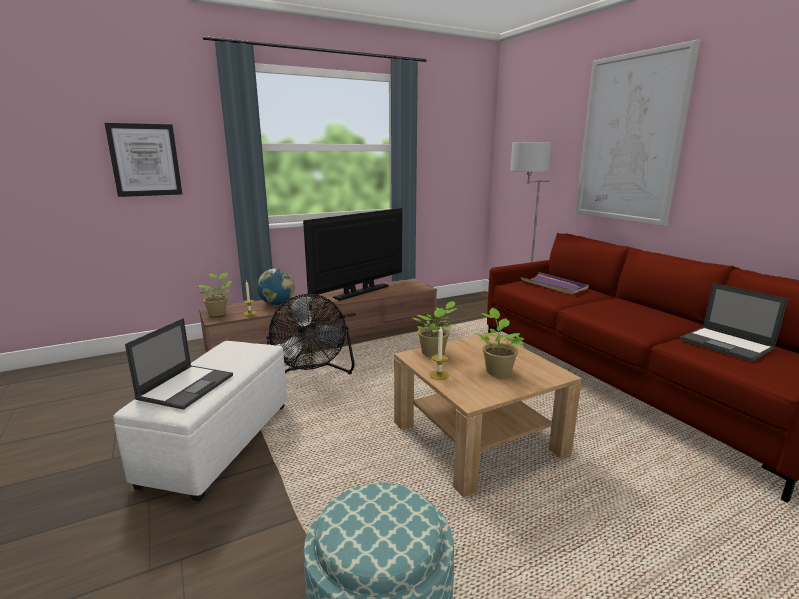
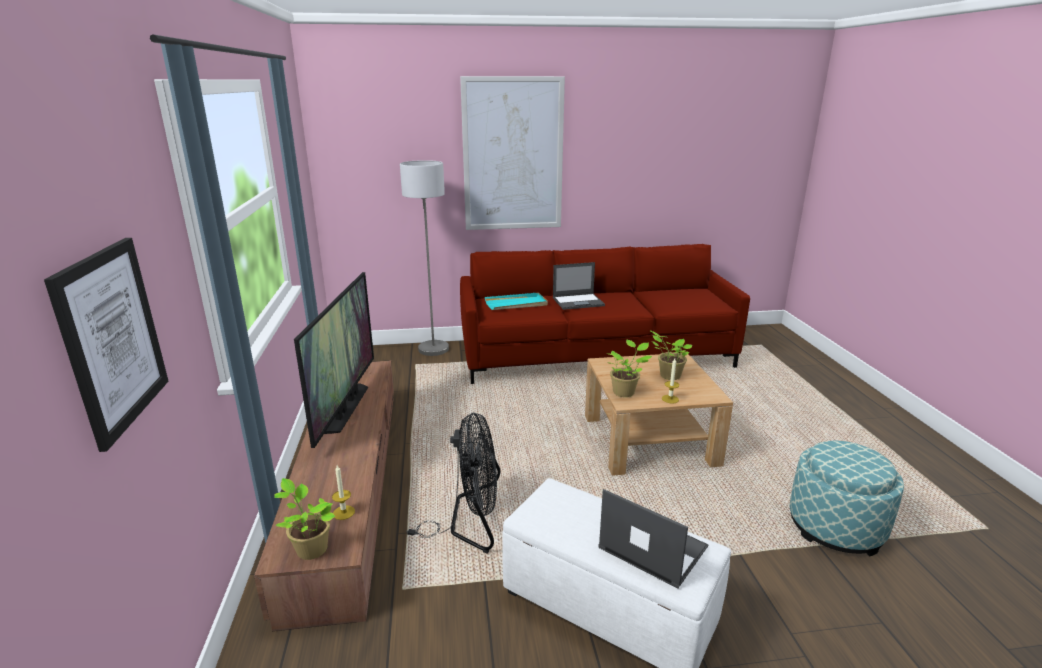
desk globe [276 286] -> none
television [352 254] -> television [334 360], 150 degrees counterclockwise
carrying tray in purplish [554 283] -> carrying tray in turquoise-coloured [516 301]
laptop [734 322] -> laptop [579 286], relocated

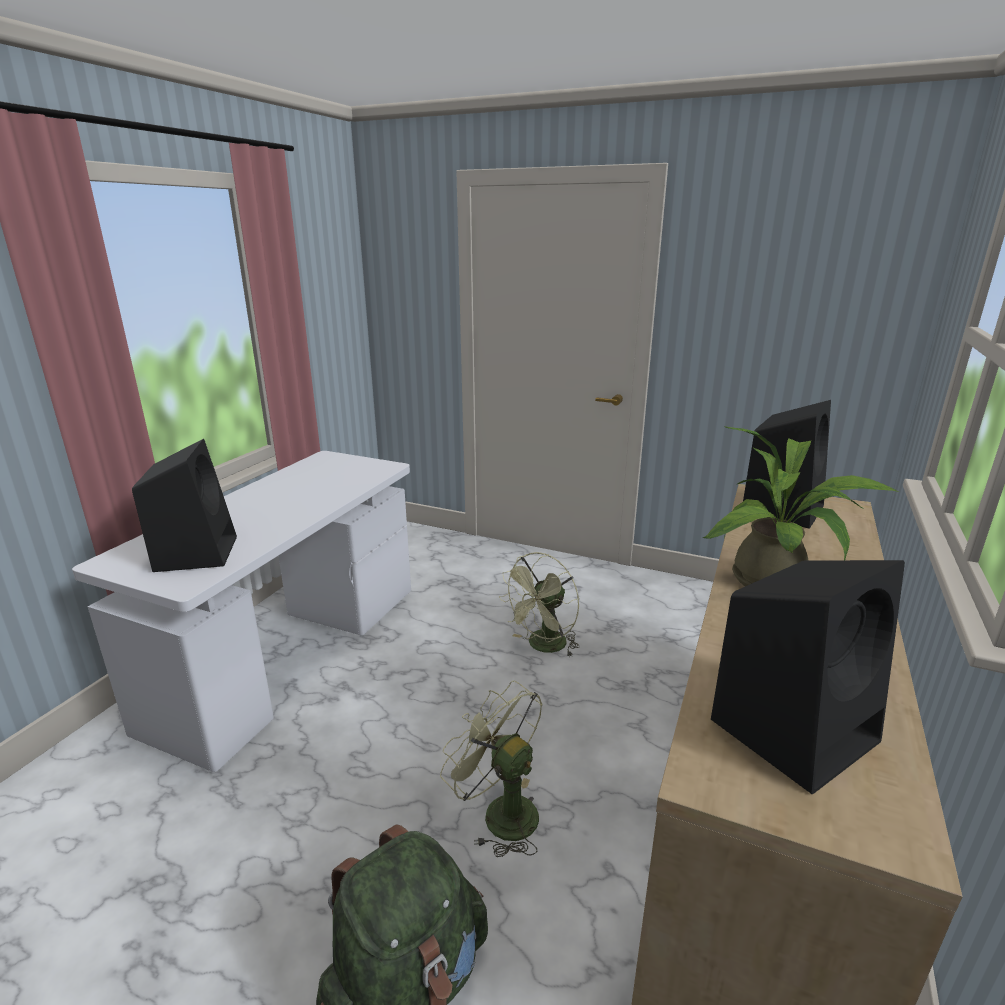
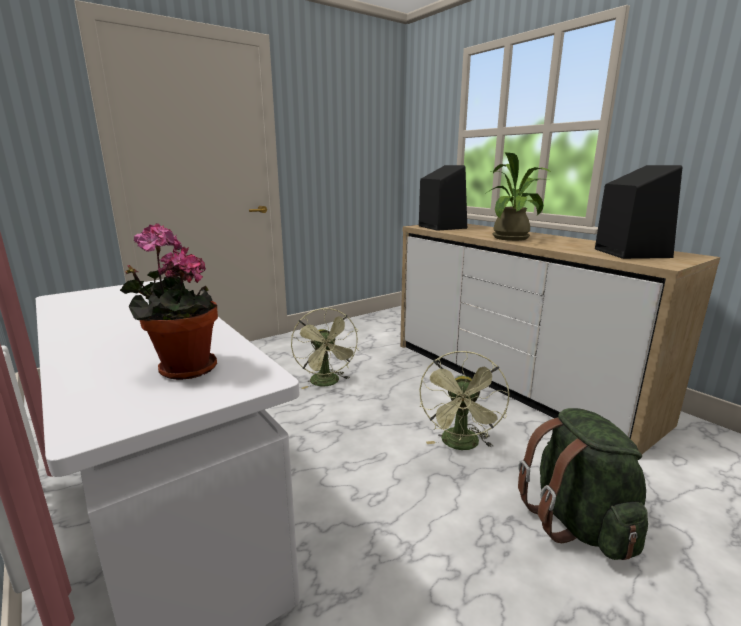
loudspeaker in blackish [184 505] -> potted plant [169 301]
electric fan in green [491 768] -> electric fan in green [464 400], 60 degrees counterclockwise

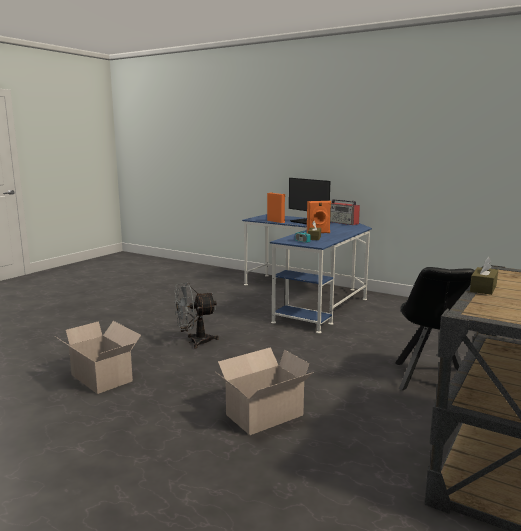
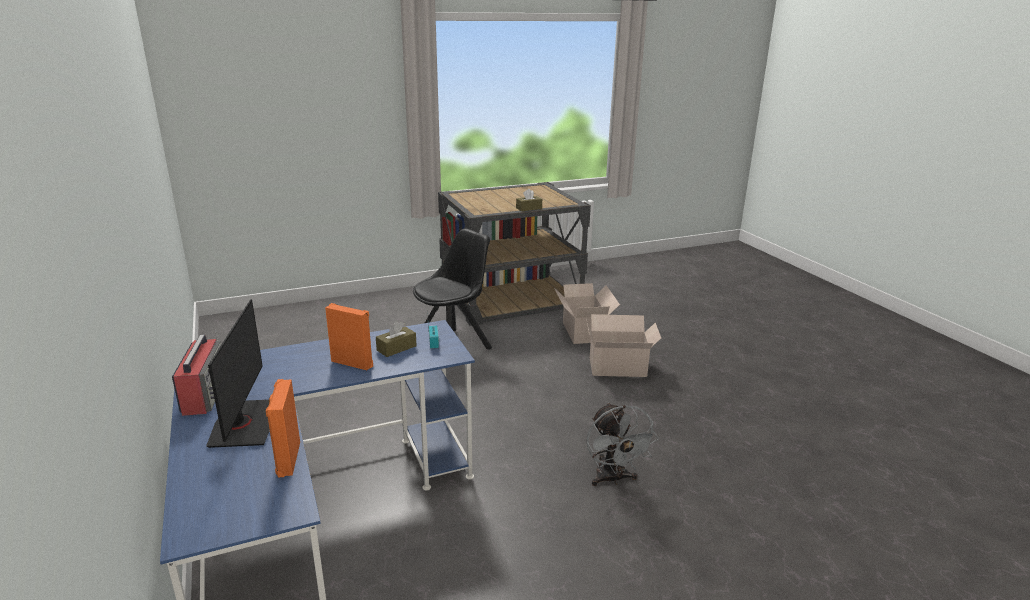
carton [98 357] -> carton [587 313], relocated
electric fan in gray [196 315] -> electric fan in gray [623 444], 60 degrees clockwise

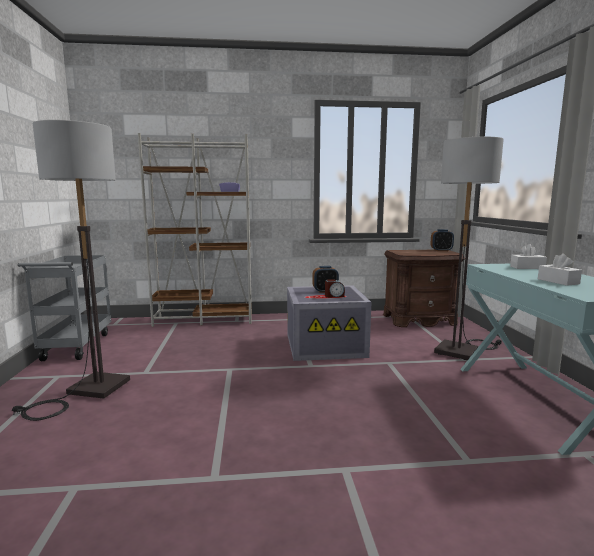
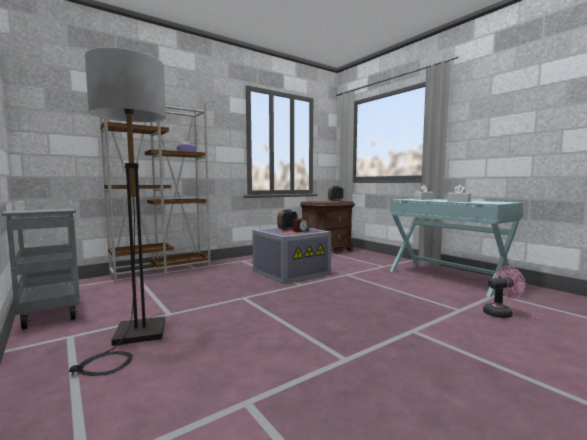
floor lamp [469 248] -> none
none -> electric fan in pink-coloured [504 292]

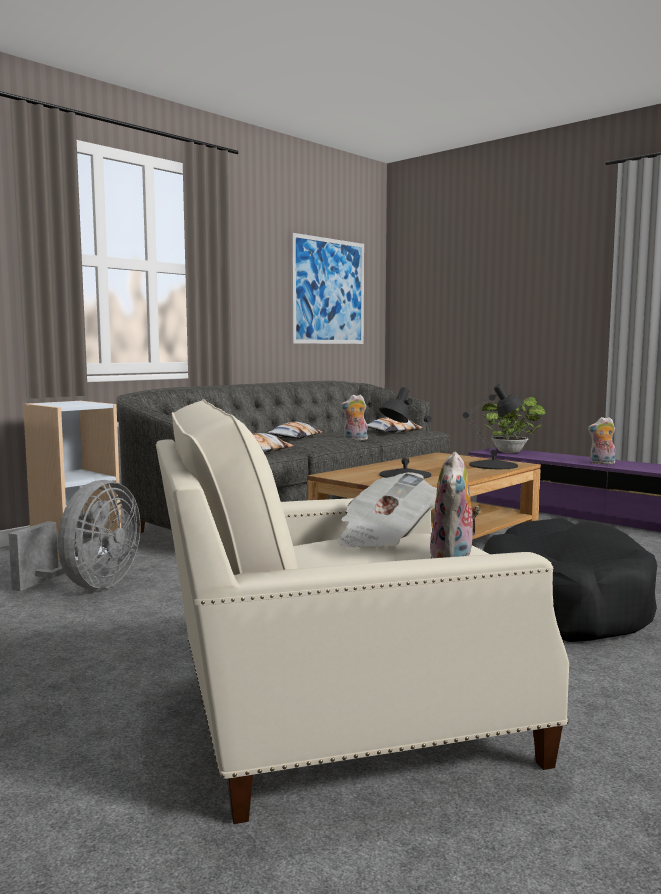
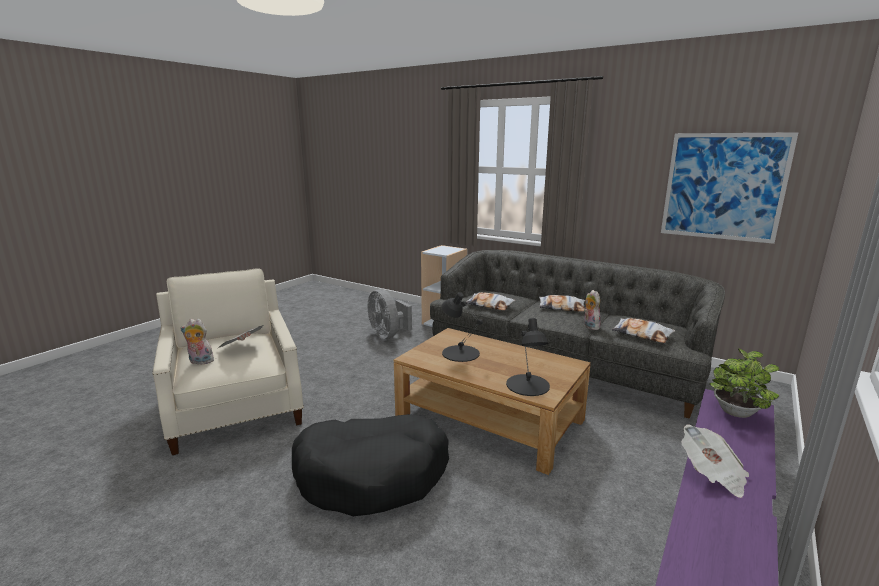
electric fan in gray [75 535] -> electric fan in gray [390 314], 45 degrees clockwise
soft toy [602 440] -> daily paper [715 461]

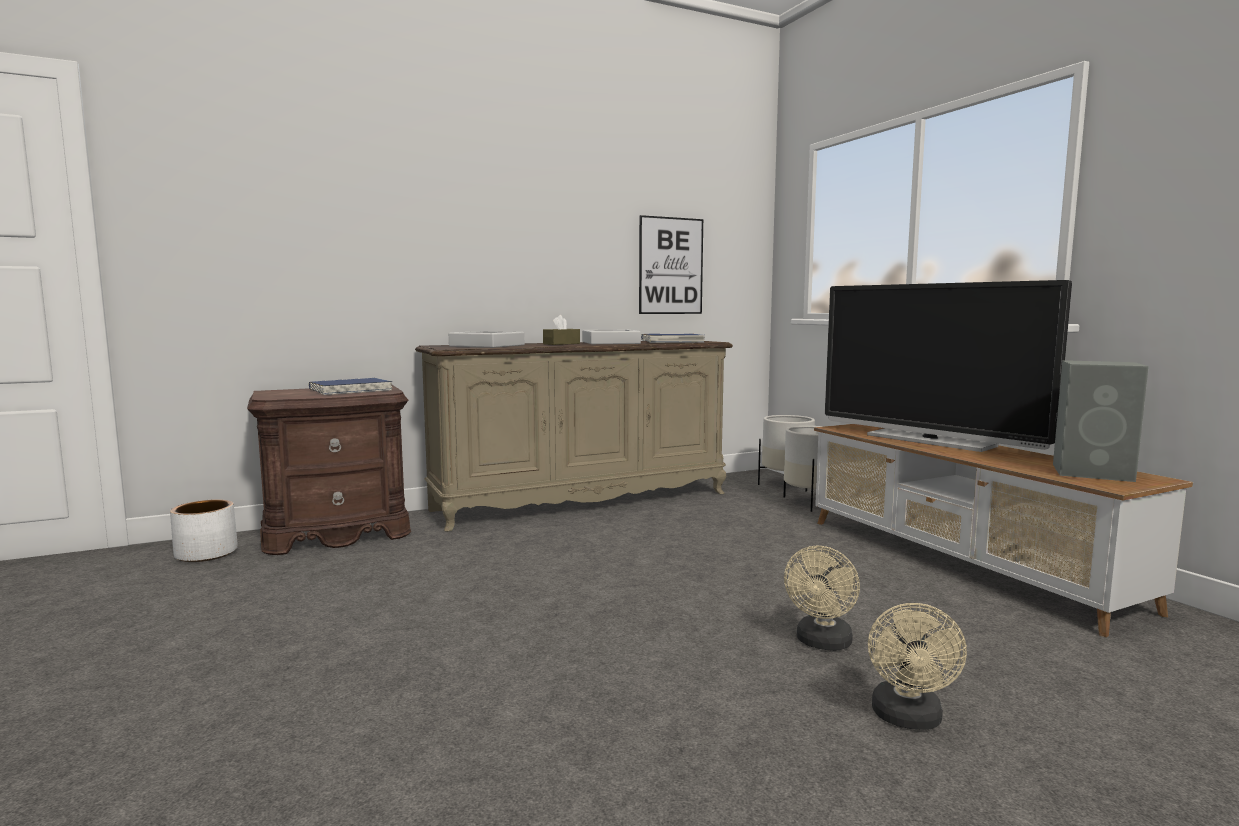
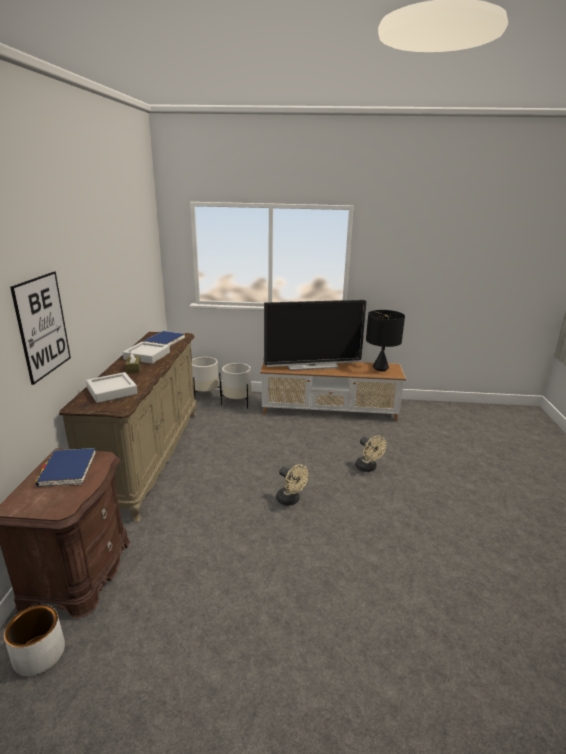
wall art [671 264] -> wall art [40 328], relocated
electric fan in sand-coloured [917 666] -> electric fan in sand-coloured [292 485], relocated
loudspeaker in gray [1101 421] -> tabletop lamp in blackish [385 340]

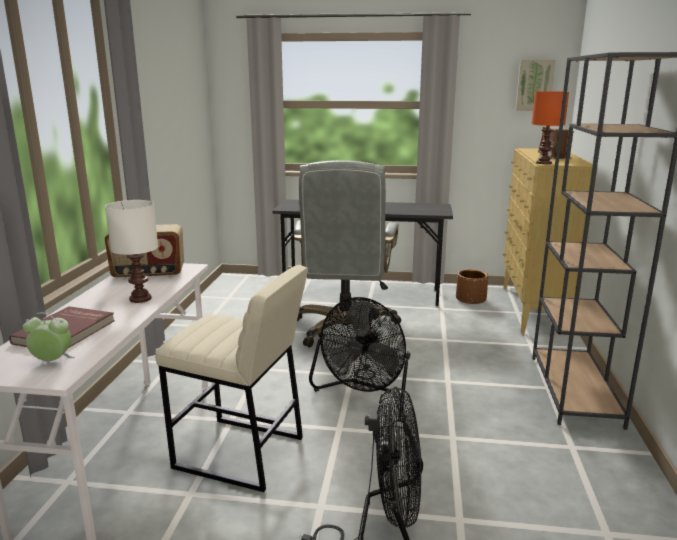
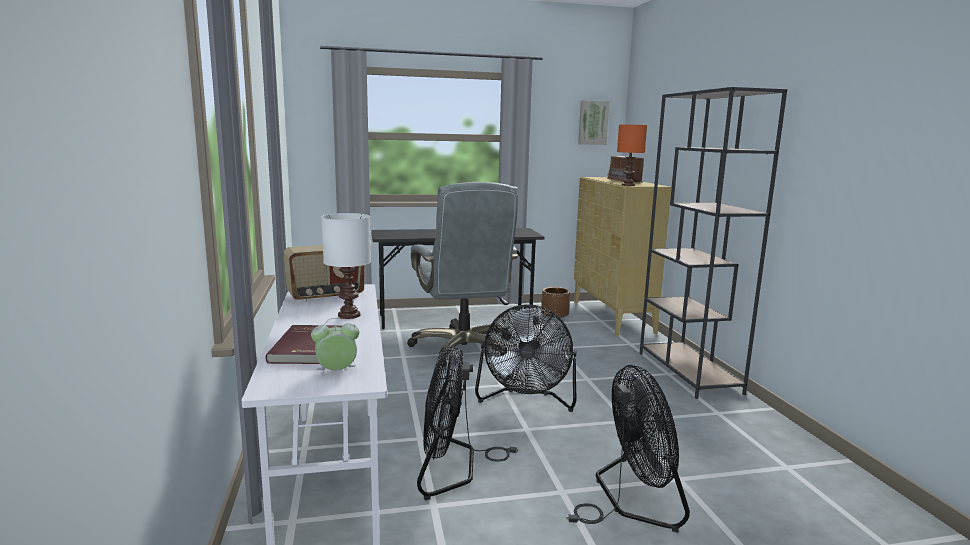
upright chair in sand-coloured [231 378] -> electric fan in blackish [467 423]

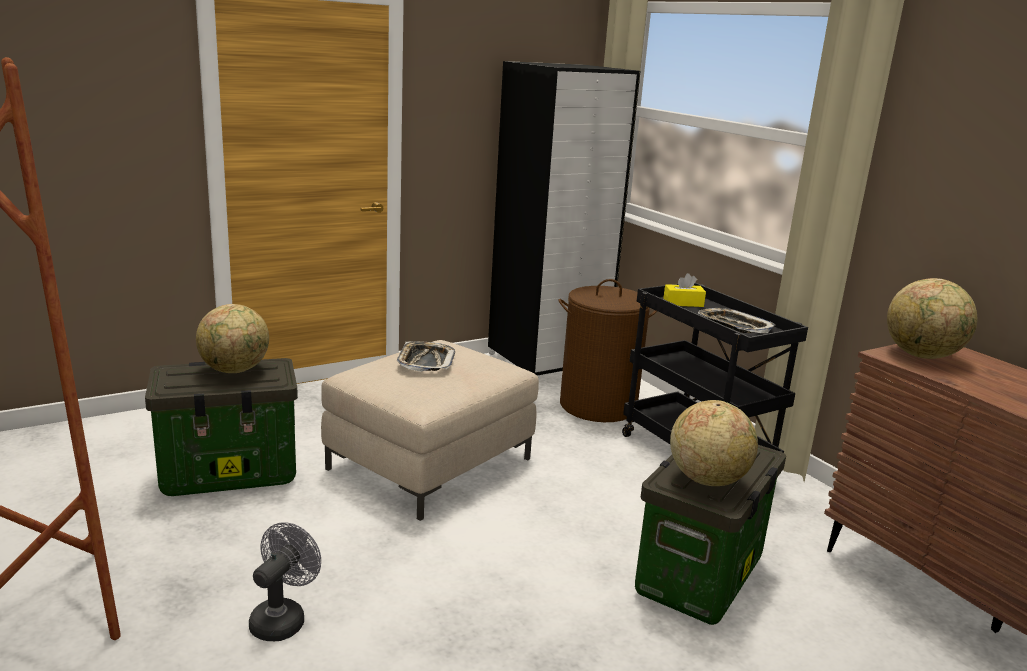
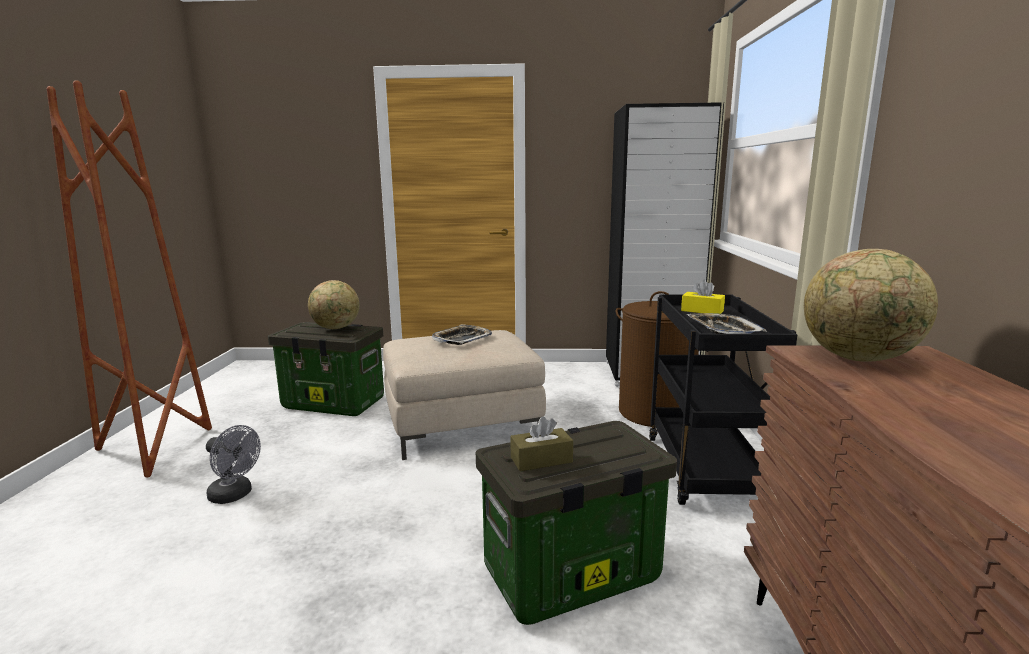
electric fan in gray [285 581] -> electric fan in gray [233 464], 60 degrees clockwise
desk globe [714 443] -> tissue box in brown [541 443]

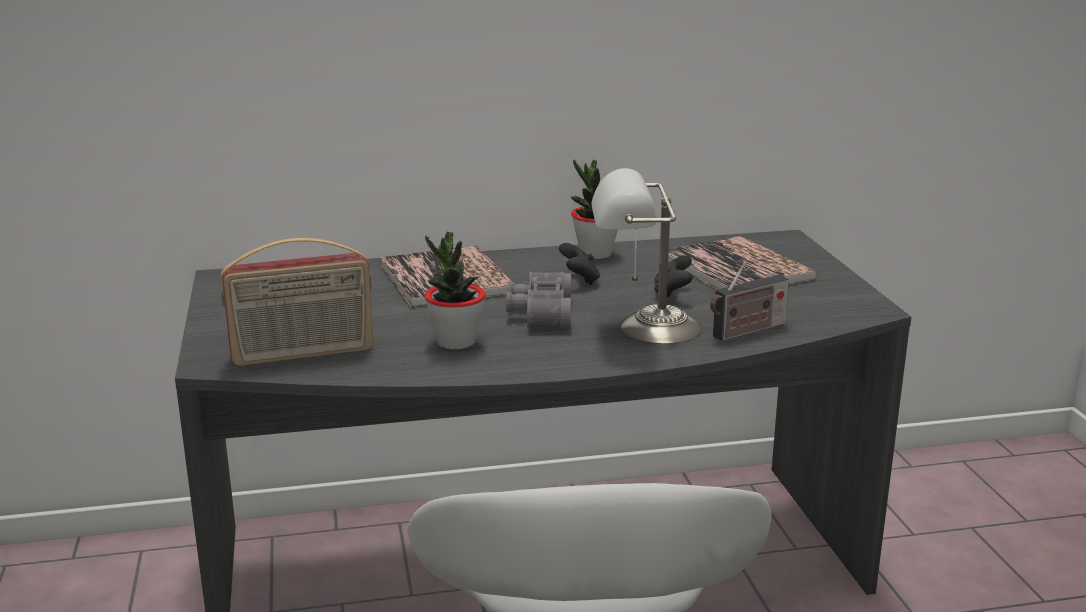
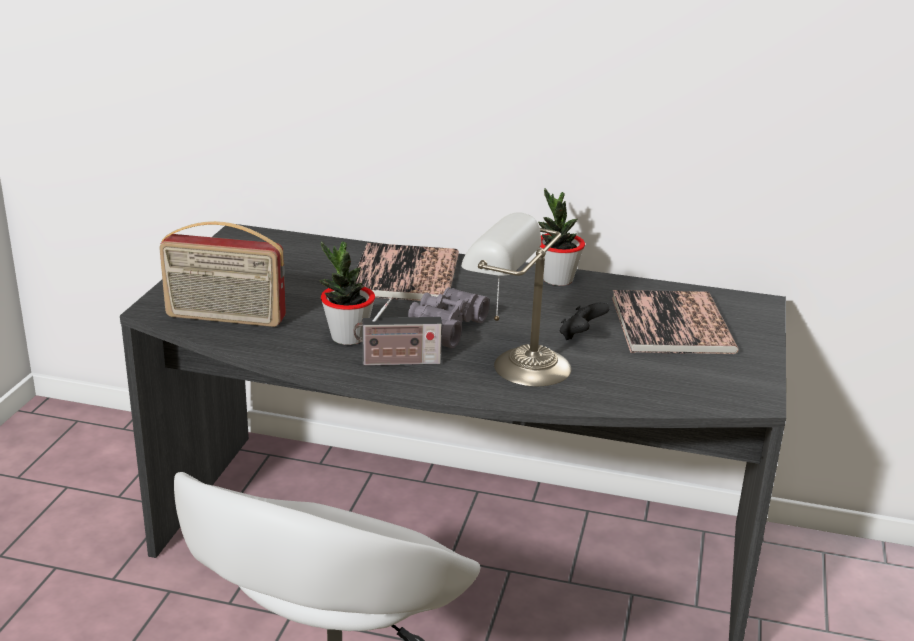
game controller in blackish [579 264] -> none
radio receiver [749 301] -> radio receiver [398 331], relocated

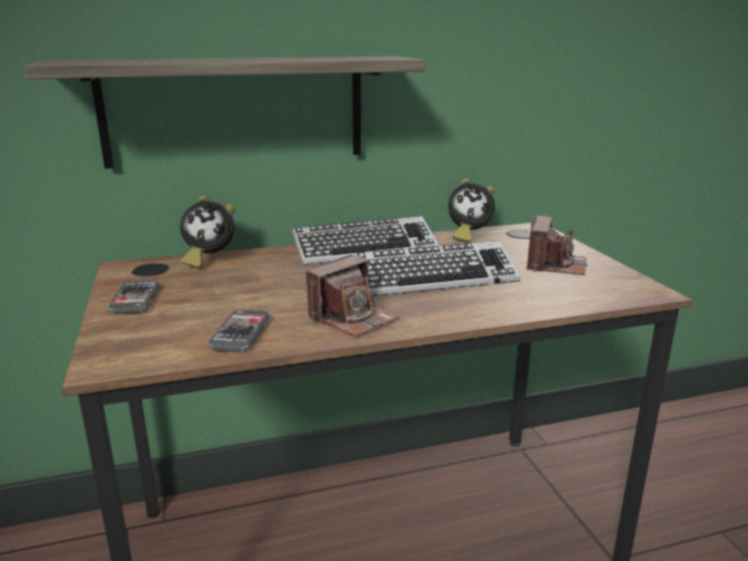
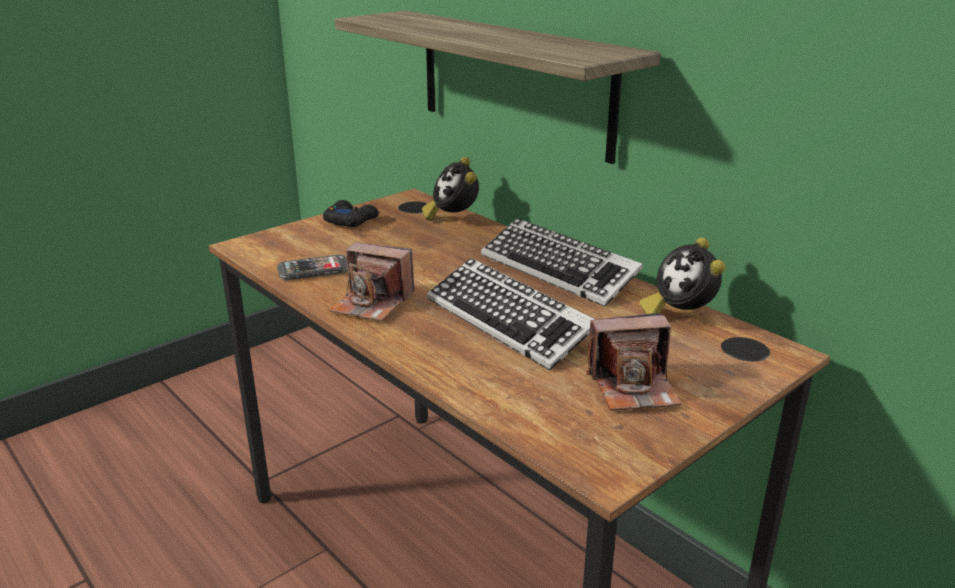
telephone [134 297] -> game controller in blackish [351 213]

